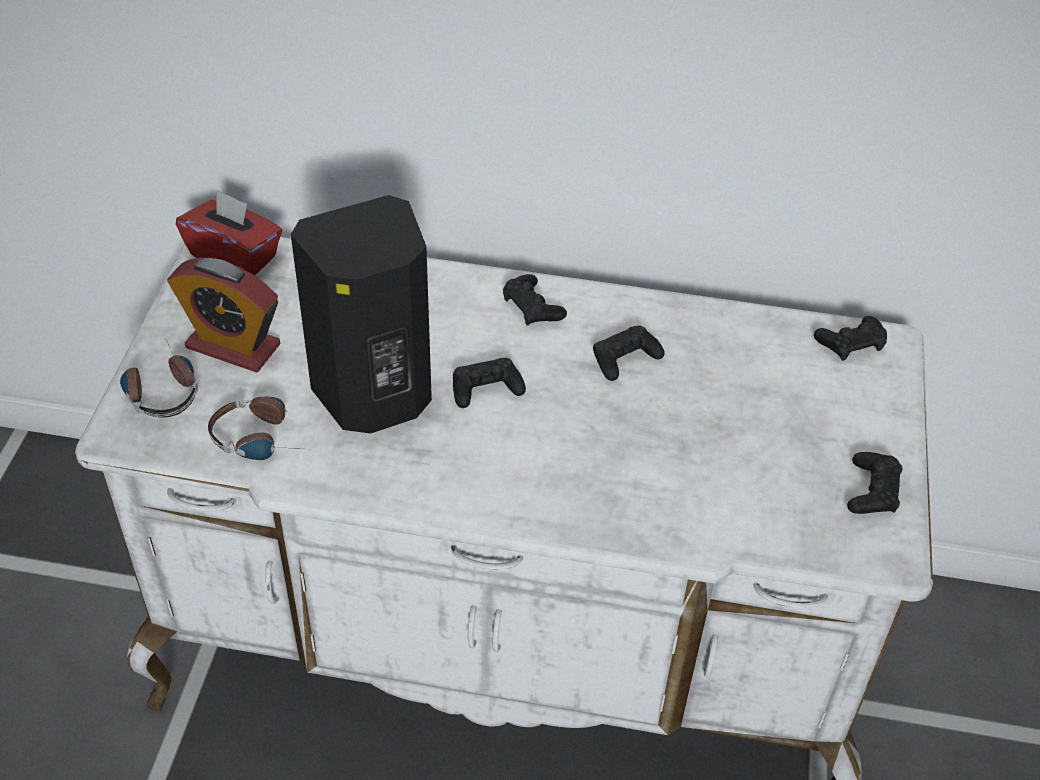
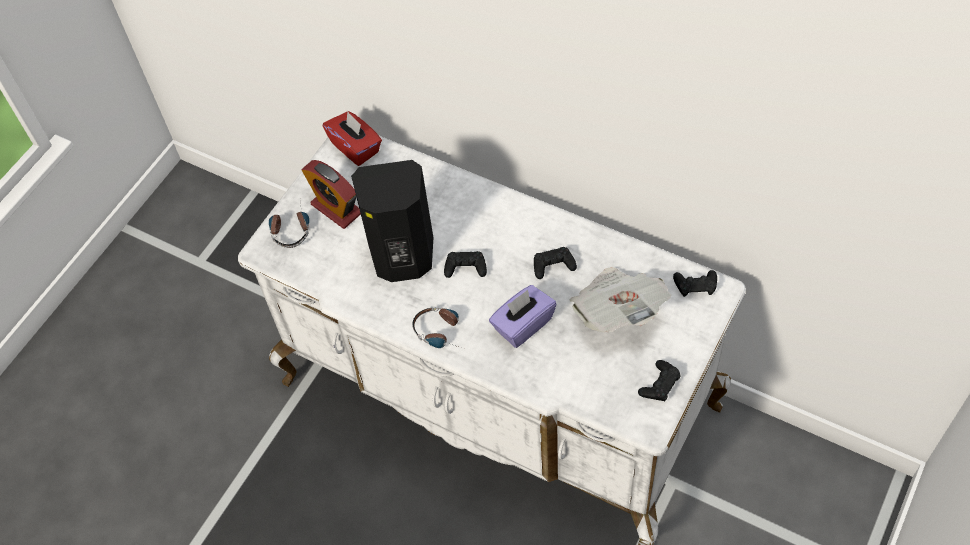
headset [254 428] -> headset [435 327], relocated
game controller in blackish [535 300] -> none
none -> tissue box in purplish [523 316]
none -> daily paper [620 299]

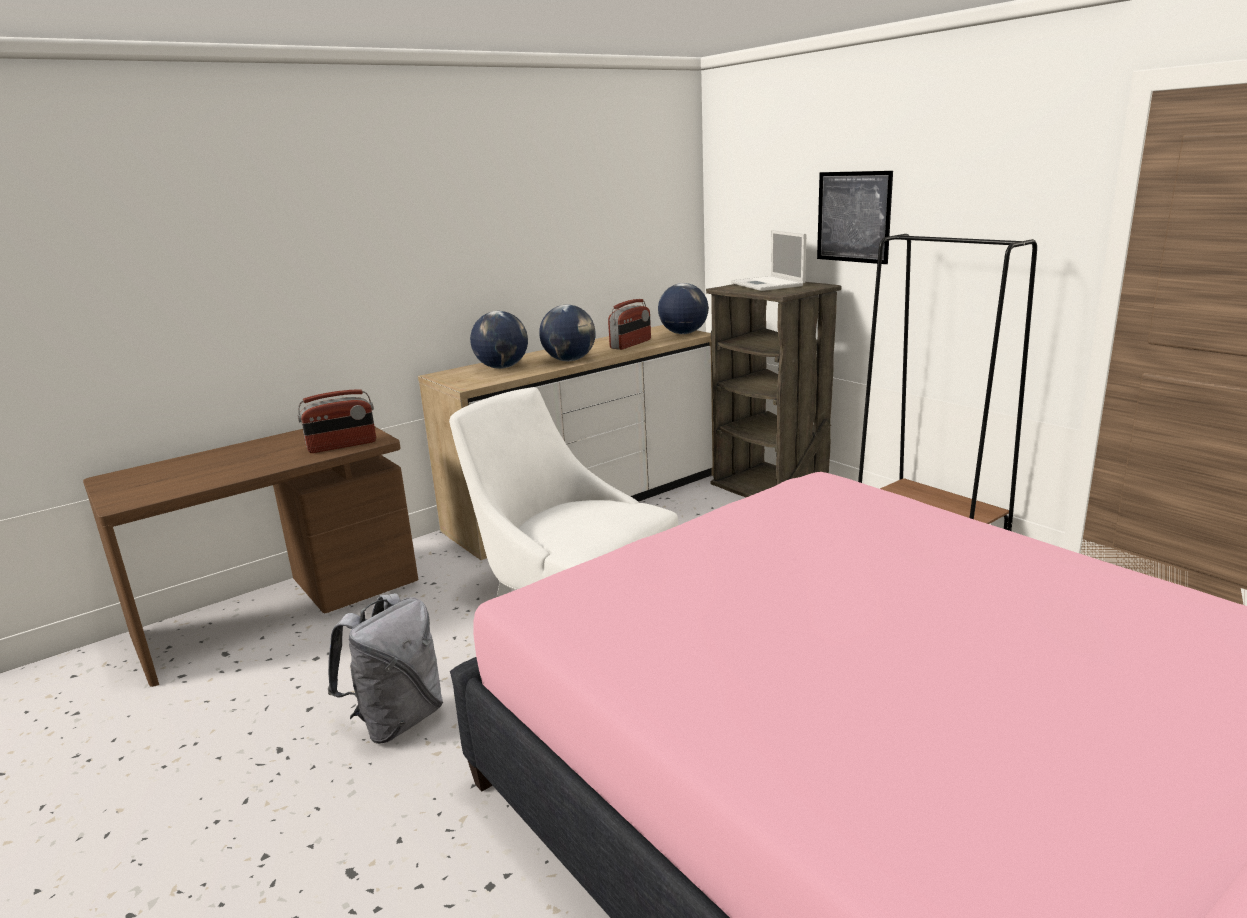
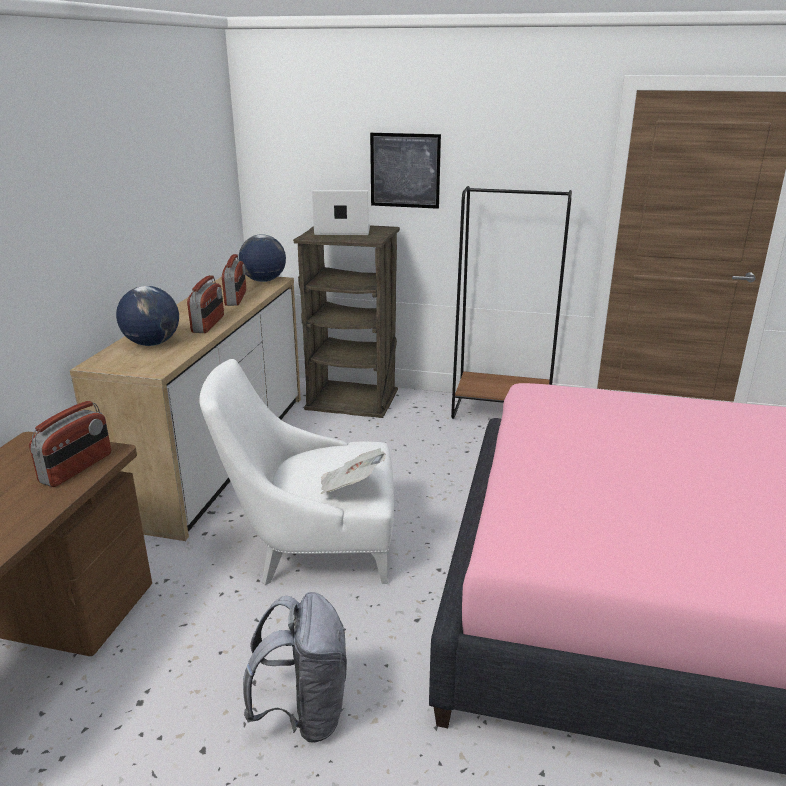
desk globe [567 333] -> radio receiver [205 304]
laptop [768 260] -> laptop [341 212], 150 degrees clockwise
none -> daily paper [353 471]

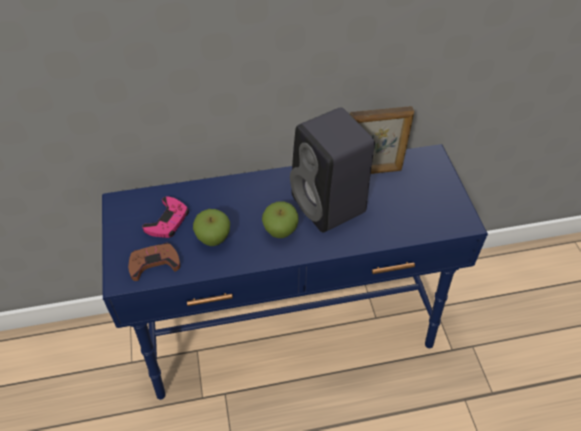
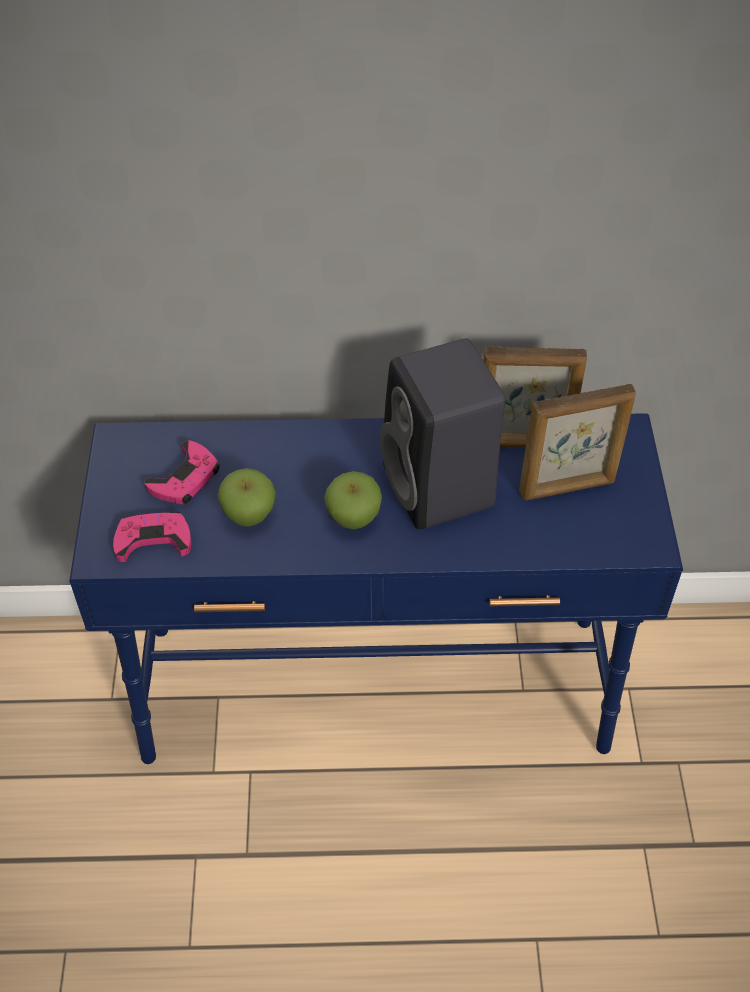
game controller in brown [154 262] -> game controller in pink-coloured [152 536]
none -> picture frame [577 442]

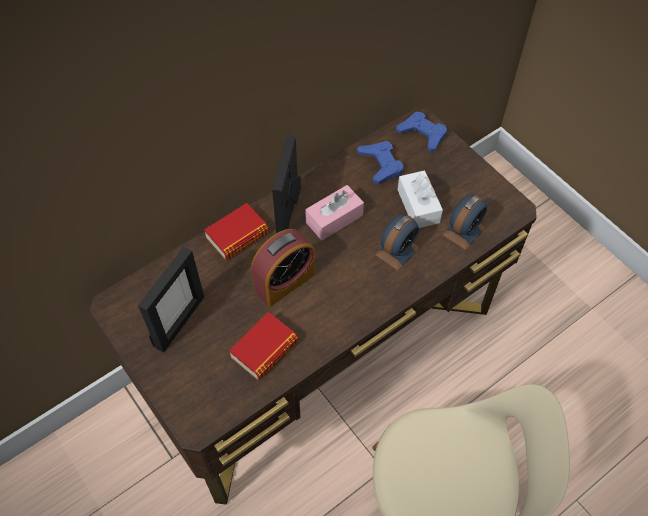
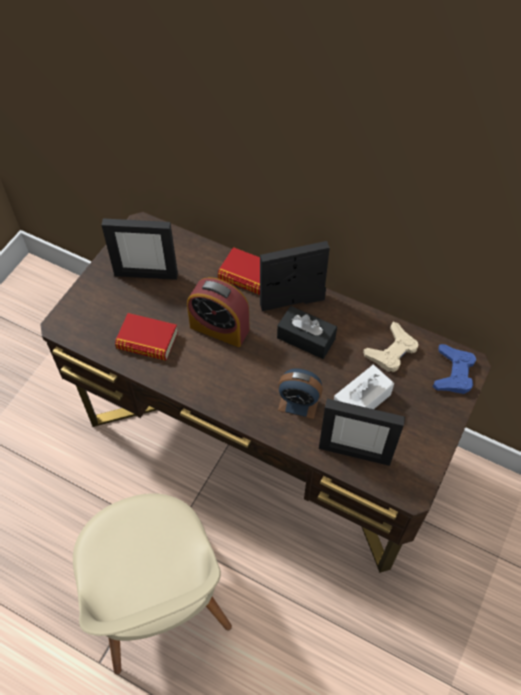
tissue box in pink-coloured [334 212] -> tissue box in blackish [307 332]
game controller in bluish [380 162] -> game controller in sand-coloured [390 346]
alarm clock [465 222] -> picture frame [362 432]

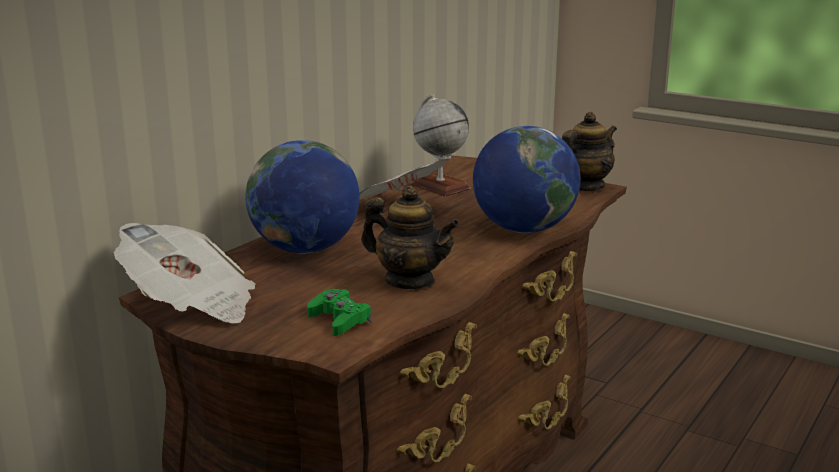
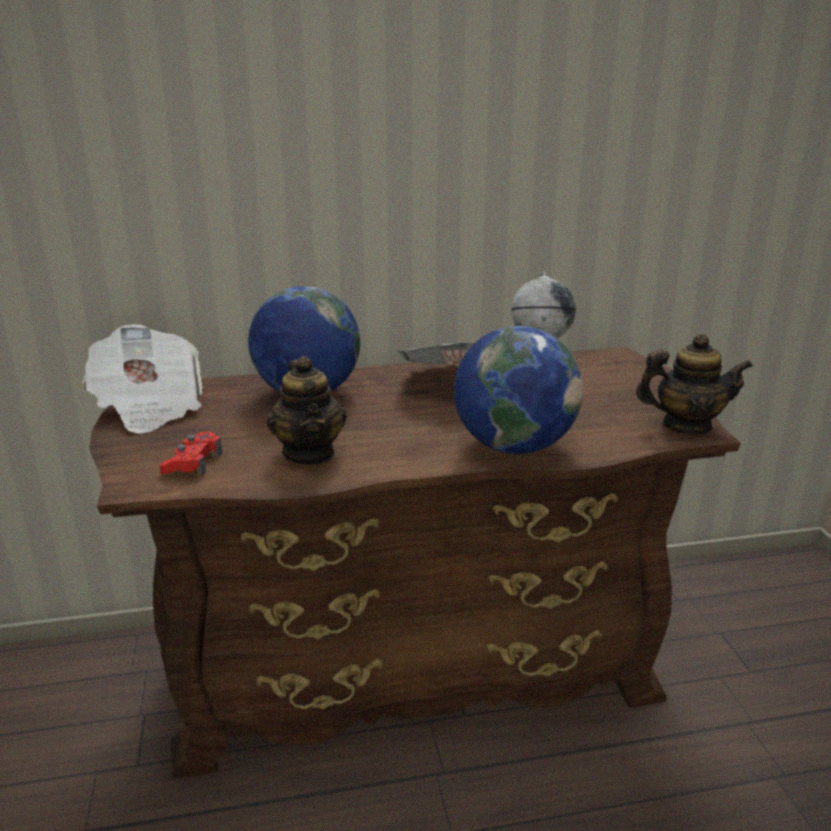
game controller in green [339 312] -> game controller in reddish [191 454]

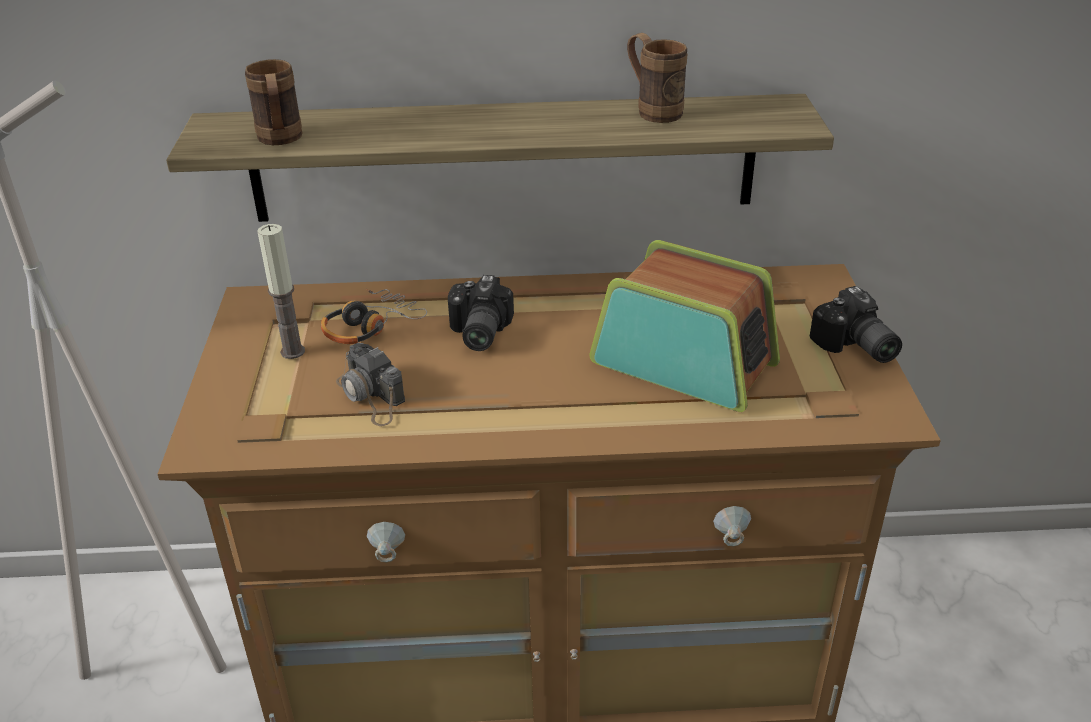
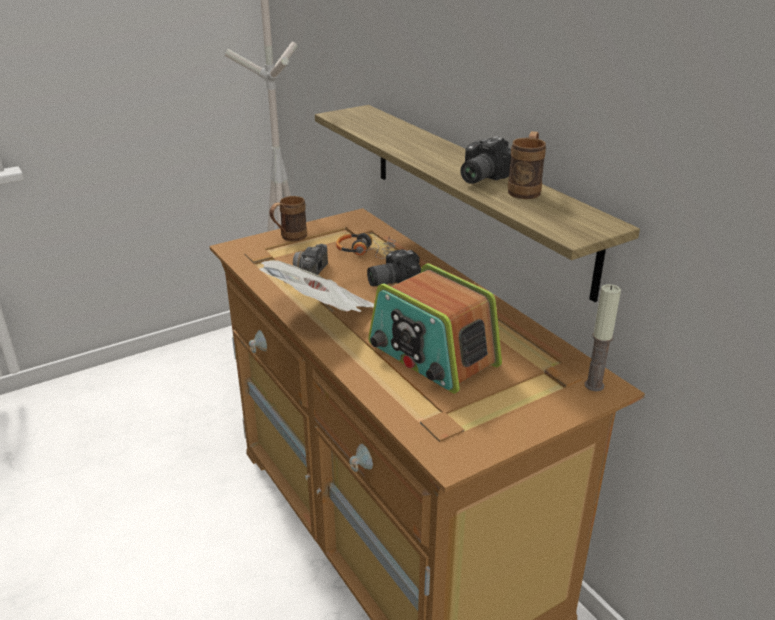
coffee mug in brown [274 102] -> coffee mug in brown [288 219], relocated
wax light [281 291] -> wax light [602 338], relocated
radio receiver [685 326] -> radio receiver [435 328], 135 degrees clockwise
still camera [856 324] -> still camera [485 160], relocated
none -> daily paper [316 286]

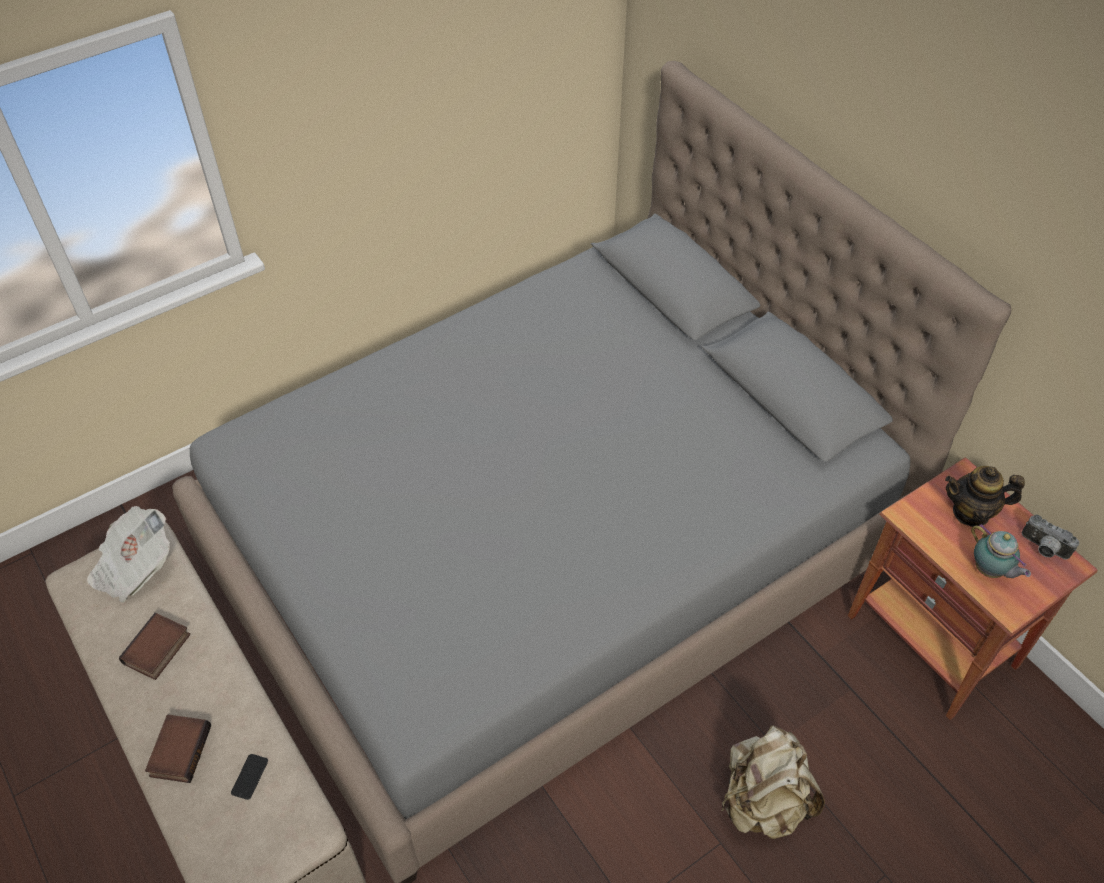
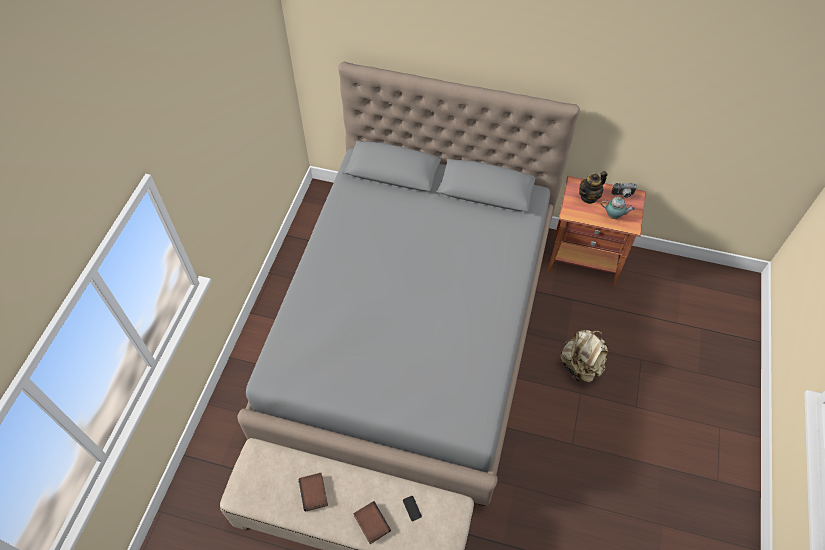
daily paper [128 554] -> none

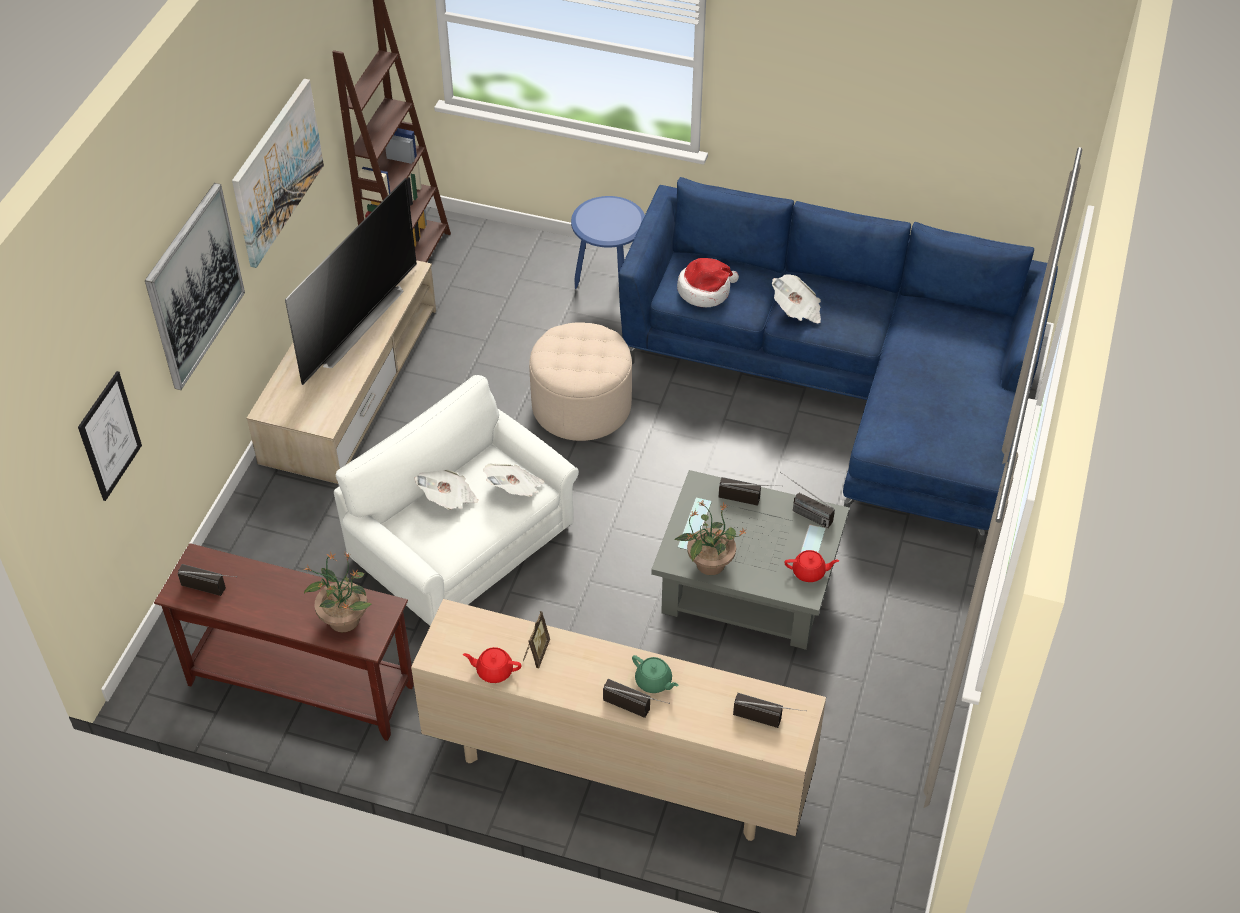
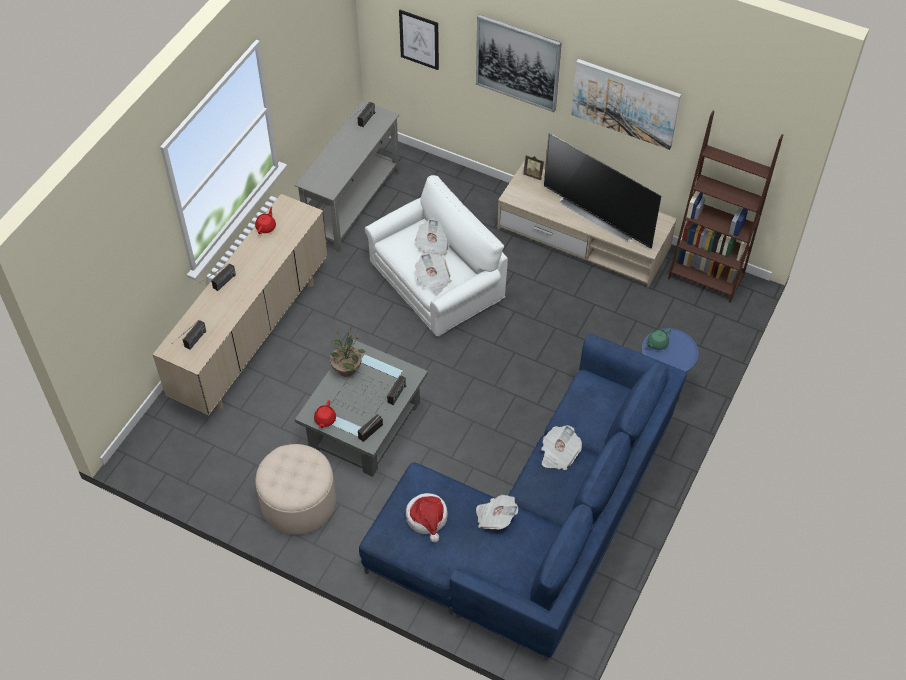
narrow table in brown [284 642] -> narrow table in gray [347 176]
potted plant [337 592] -> none
picture frame [536 639] -> picture frame [533 167], relocated
ottoman in sand-coloured [580 381] -> ottoman in sand-coloured [295 489], relocated
pot for tea in green [655 674] -> pot for tea in green [658 339], relocated
wearable hat [708 282] -> wearable hat [427 518], relocated
none -> daily paper [497 512]

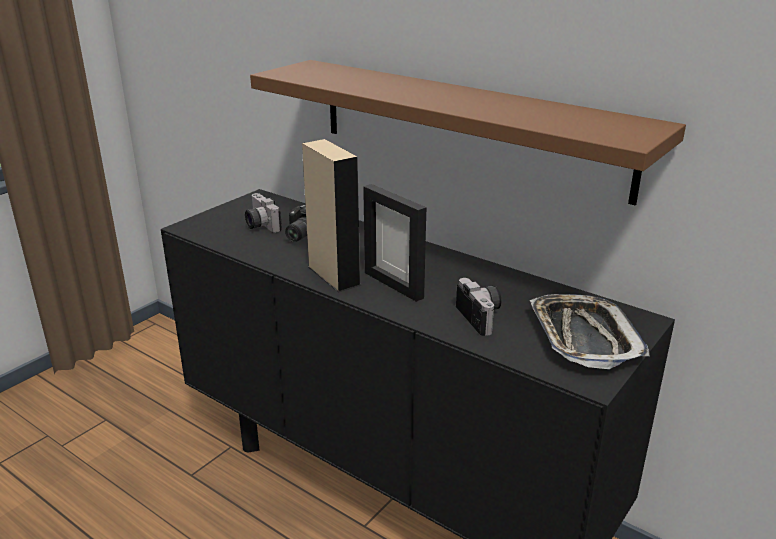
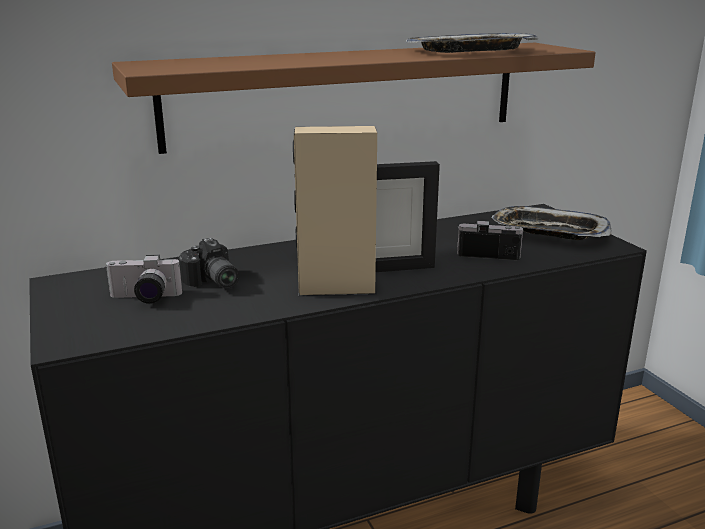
none -> carrying tray [472 43]

